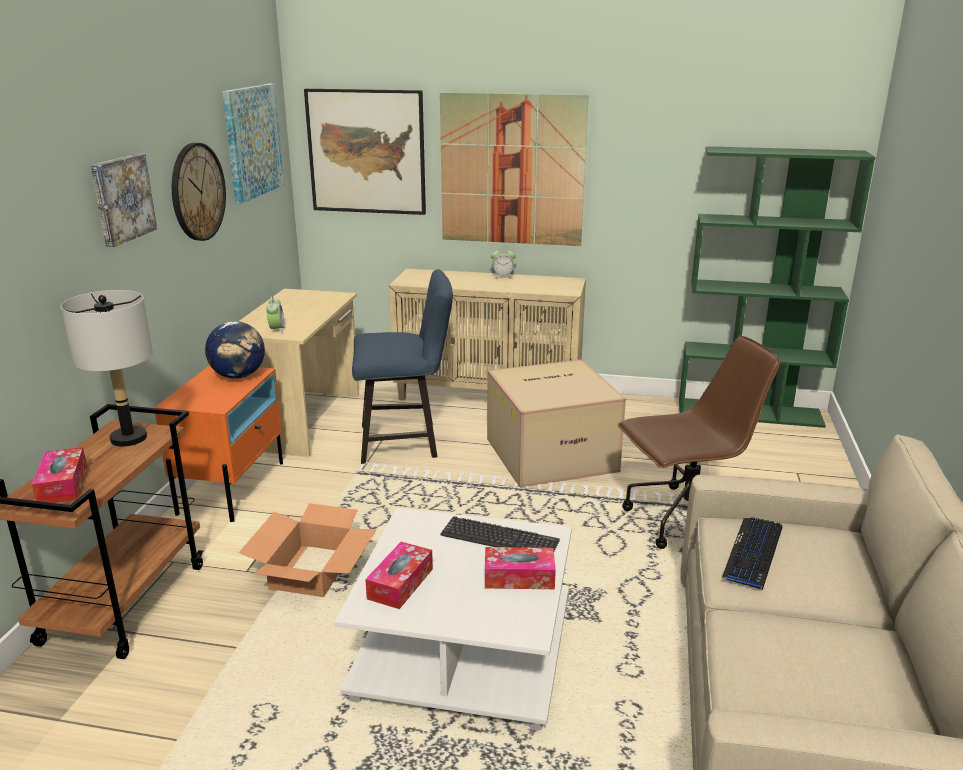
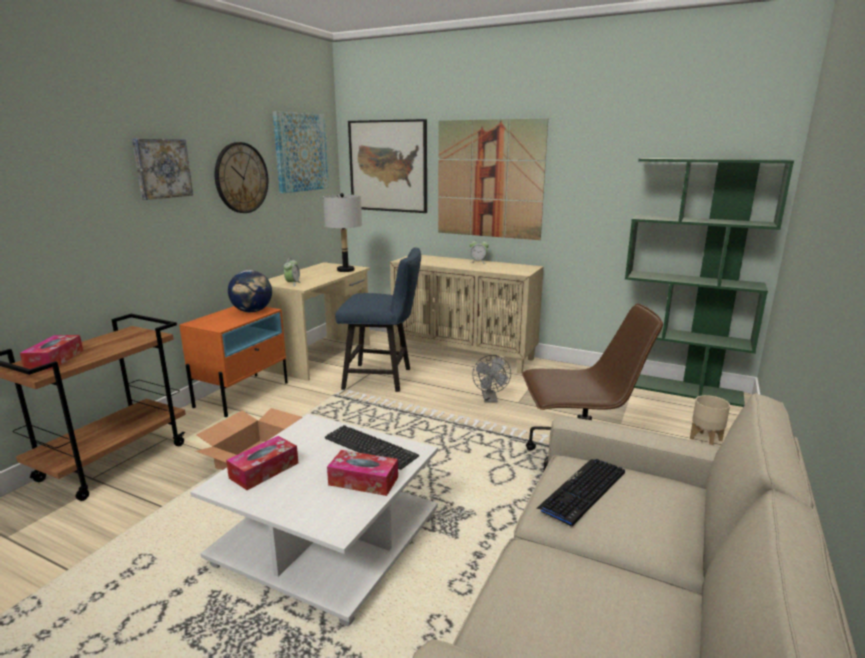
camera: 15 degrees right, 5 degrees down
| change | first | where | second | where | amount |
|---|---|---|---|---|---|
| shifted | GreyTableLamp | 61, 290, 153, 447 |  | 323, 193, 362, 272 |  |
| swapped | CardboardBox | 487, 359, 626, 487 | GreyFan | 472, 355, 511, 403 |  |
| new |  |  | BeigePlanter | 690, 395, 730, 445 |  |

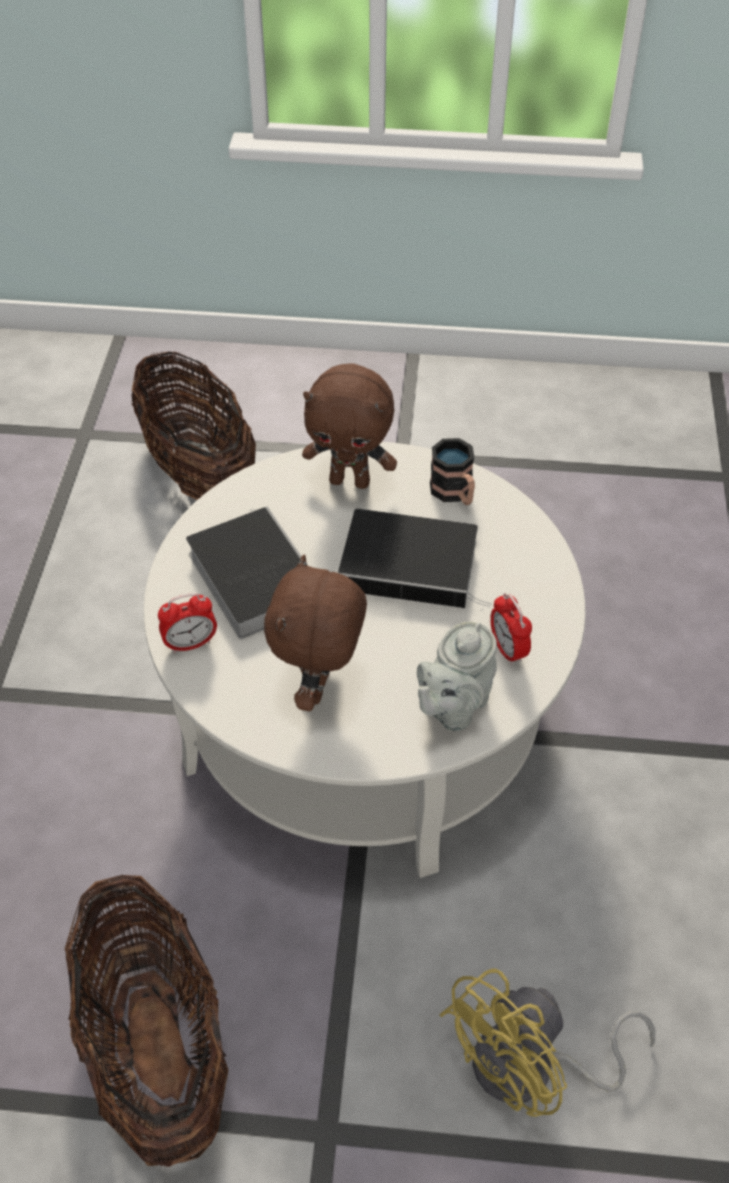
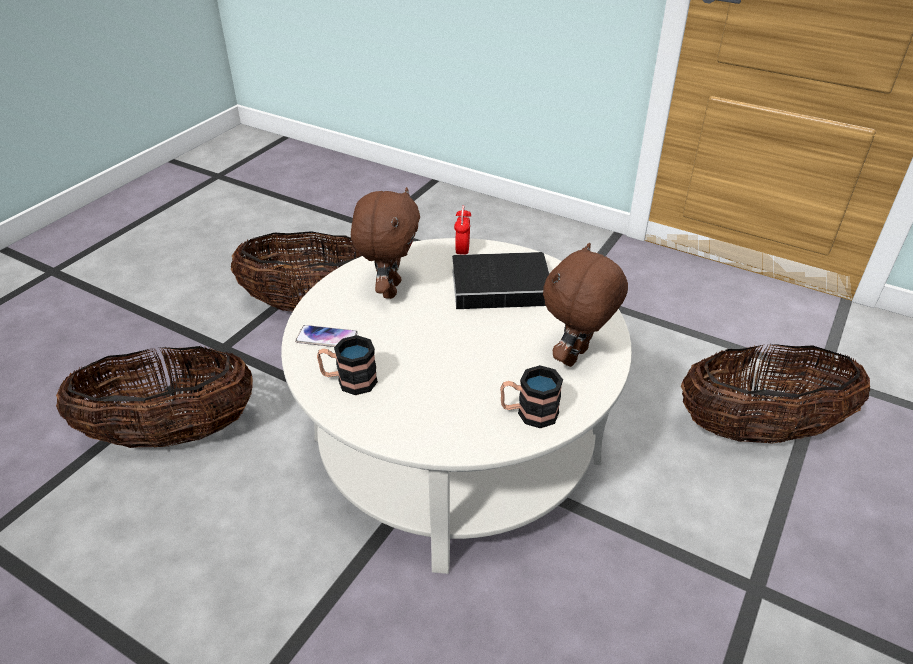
camera: 115 degrees right, 10 degrees down
| change | first | where | second | where | amount |
|---|---|---|---|---|---|
| swapped | YellowFan | 439, 968, 655, 1117 | Basket | 56, 346, 253, 448 |  |
| swapped | GreyTeapot | 417, 622, 497, 731 | Phone | 295, 325, 357, 347 |  |
| swapped | AlarmClock | 490, 593, 532, 665 | Mug | 317, 335, 378, 395 |  |
| rotated | BrownPlushToy | 264, 555, 367, 711 |  | 351, 187, 420, 299 | 60 degrees clockwise |
| gone | Book | 338, 509, 492, 608 |  |  |  |

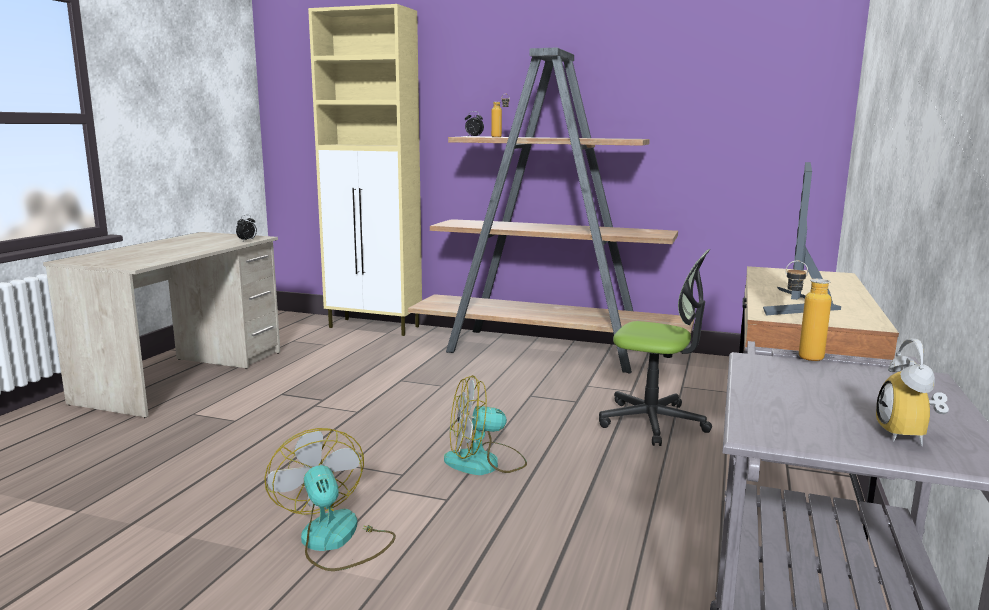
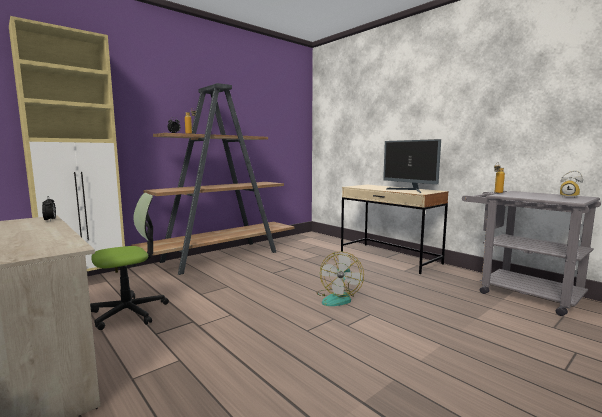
camera: 60 degrees left, 5 degrees down
| change | first | where | second | where | amount |
|---|---|---|---|---|---|
| shifted | OfficeChair | 599, 249, 712, 446 |  | 90, 193, 169, 330 |  |
| gone | Fan | 264, 428, 396, 571 |  |  |  |

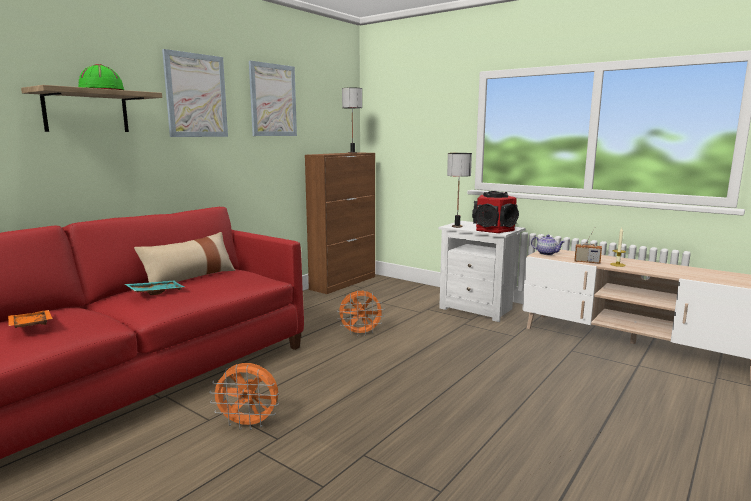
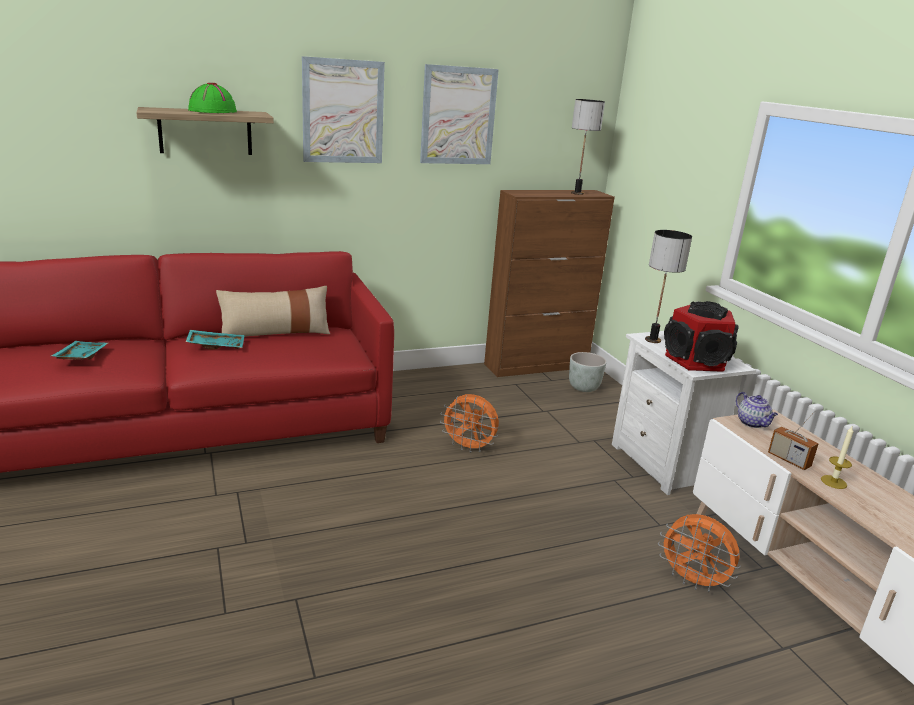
camera: 30 degrees right, 10 degrees up
| change | first | where | second | where | amount |
|---|---|---|---|---|---|
| repainted | OrangeTray | 8, 310, 53, 328 | TurquoiseTray | 51, 341, 108, 360 |  |
| new |  |  | GreyPlanter | 569, 352, 607, 392 |  |
| shifted | OrangeFan | 209, 363, 279, 430 |  | 658, 514, 741, 592 |  |

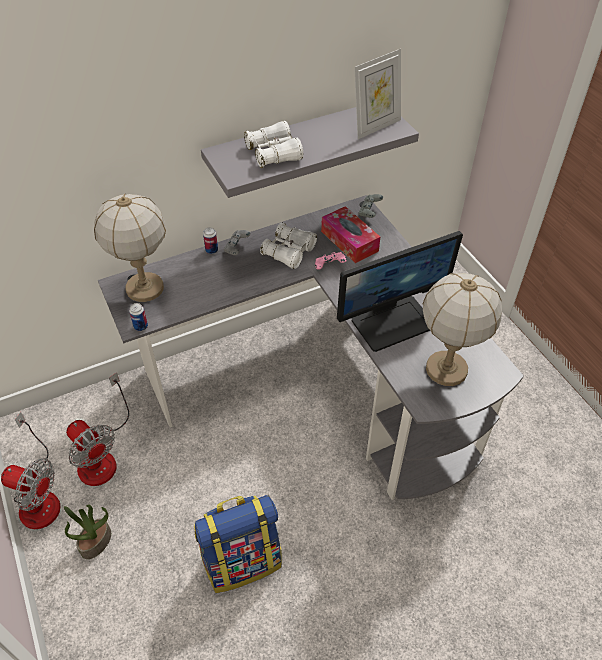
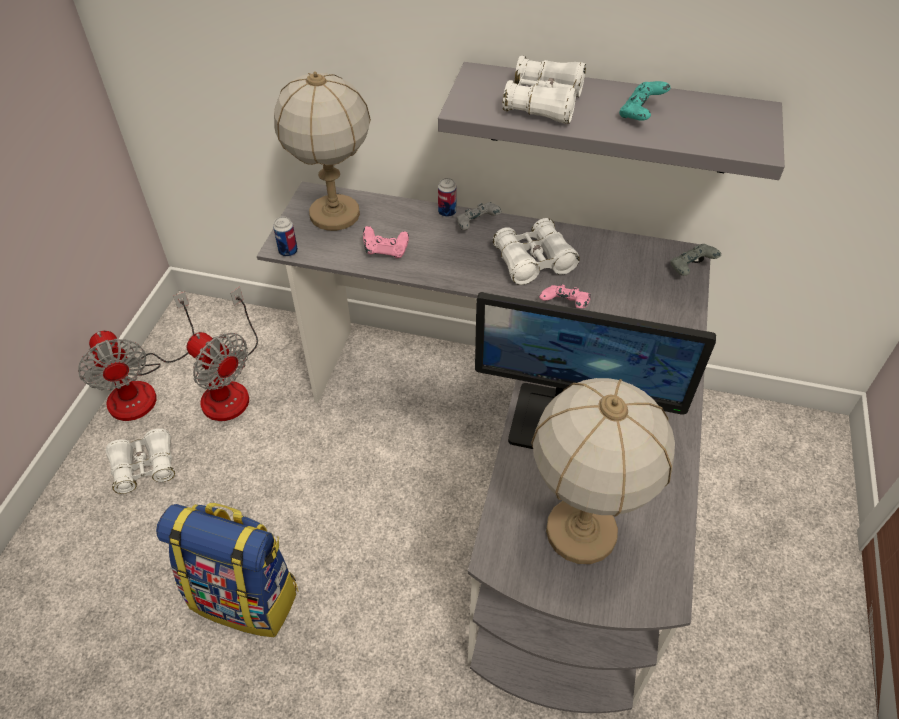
camera: 40 degrees right, 0 degrees up
| change | first | where | second | where | amount |
|---|---|---|---|---|---|
| swapped | PottedPlant | 64, 504, 111, 559 | WhiteBinoculars | 106, 429, 175, 494 |  |
| rotated | Fan | 66, 373, 129, 486 |  | 187, 287, 258, 421 | 45 degrees counterclockwise |
| new |  |  | PinkGameController | 363, 226, 409, 258 |  |
| new |  |  | TurquoiseGameController | 619, 81, 671, 121 |  |
| gone | TissueBox | 321, 206, 380, 263 |  |  |  |
| gone | PictureFrame | 354, 49, 401, 139 |  |  |  |

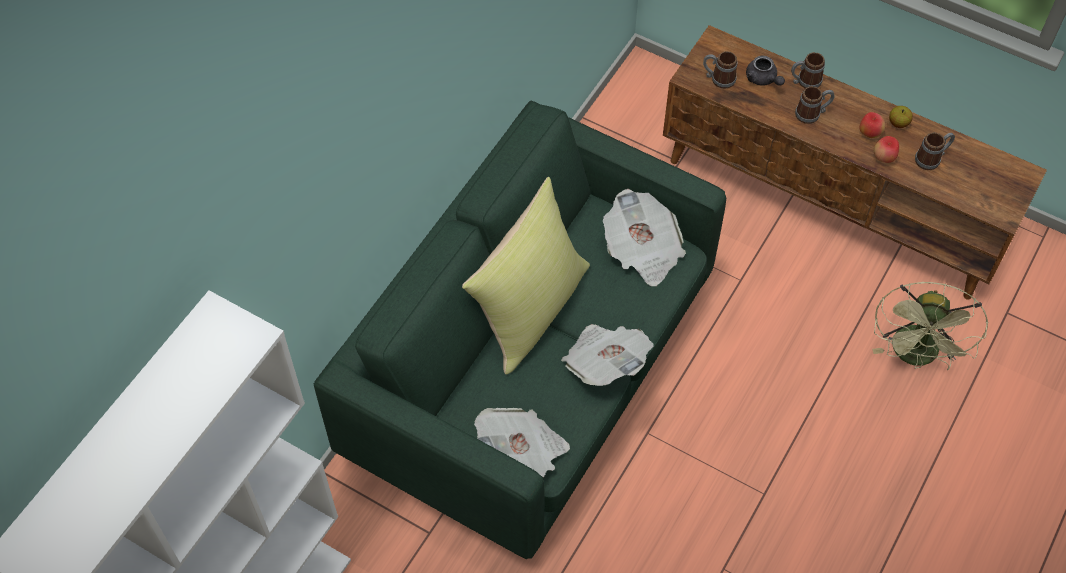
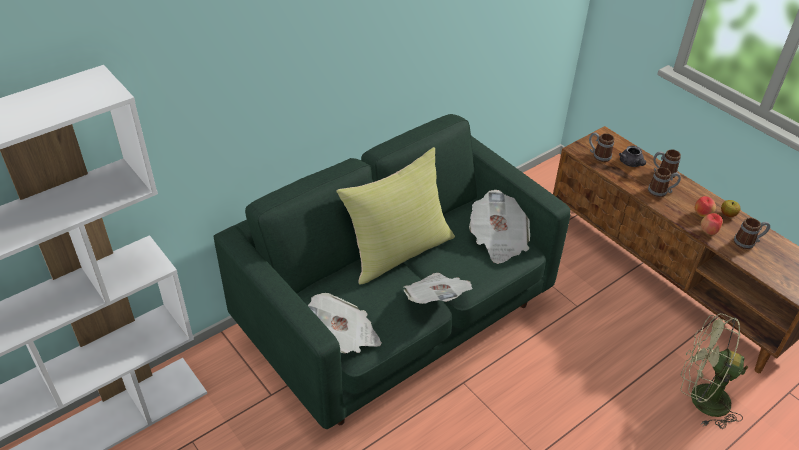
camera: 20 degrees right, 15 degrees down
| change | first | where | second | where | amount |
|---|---|---|---|---|---|
| rotated | GreenFan | 872, 282, 988, 370 |  | 680, 313, 748, 429 | 75 degrees clockwise |

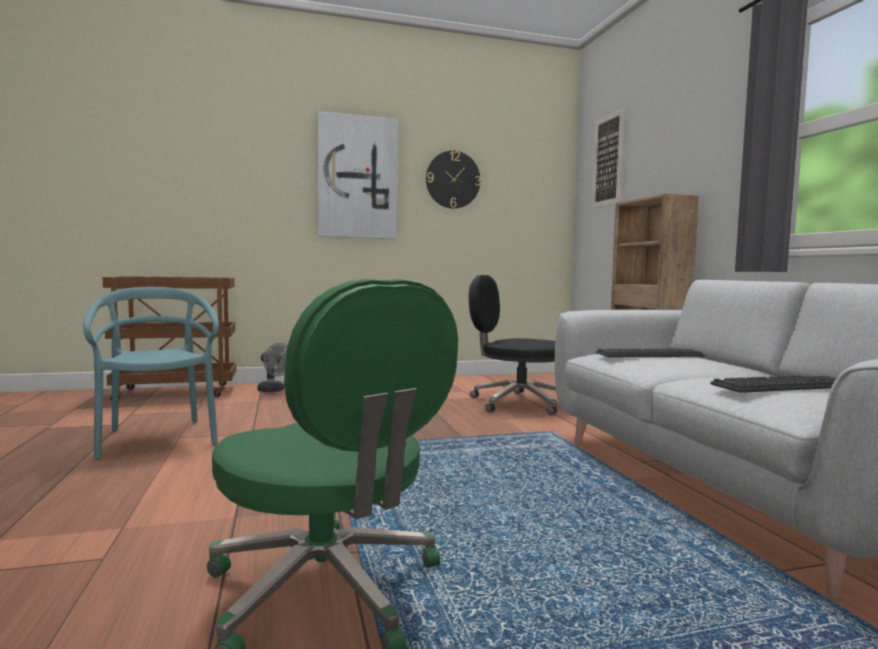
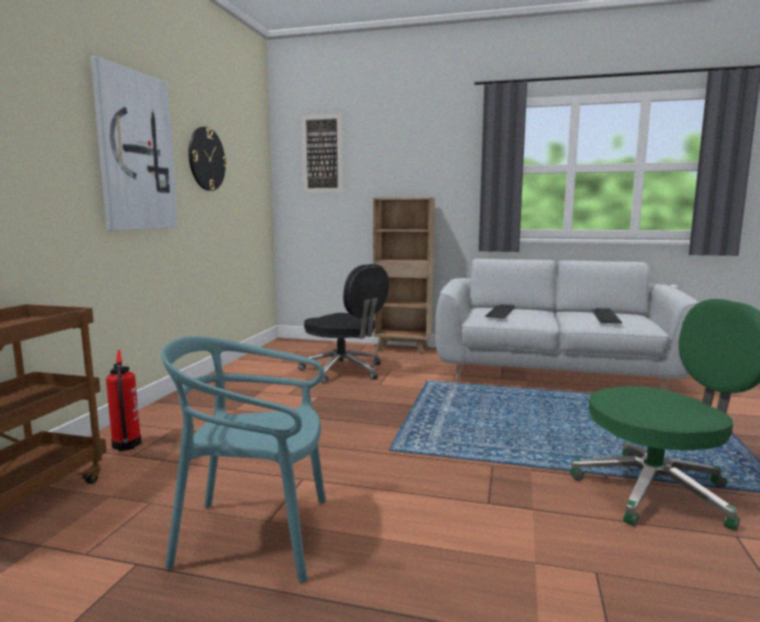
camera: 60 degrees left, 5 degrees up
| change | first | where | second | where | amount |
|---|---|---|---|---|---|
| swapped | GreyFan | 257, 343, 287, 392 | FireExtinguisher | 106, 350, 142, 451 |  |
| rotated | BlackOfficeChair | 469, 275, 557, 415 |  | 298, 264, 389, 384 | 105 degrees counterclockwise |

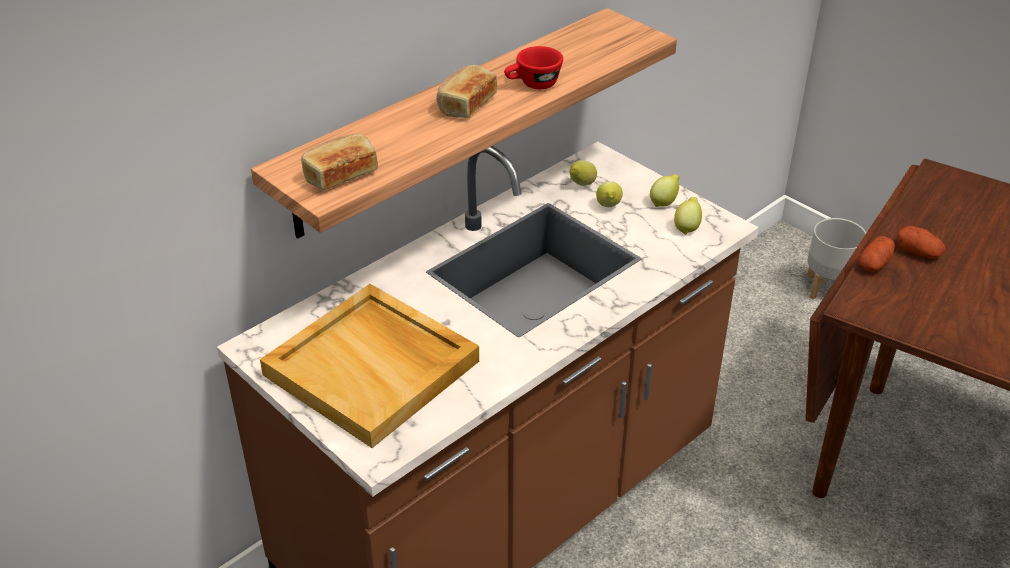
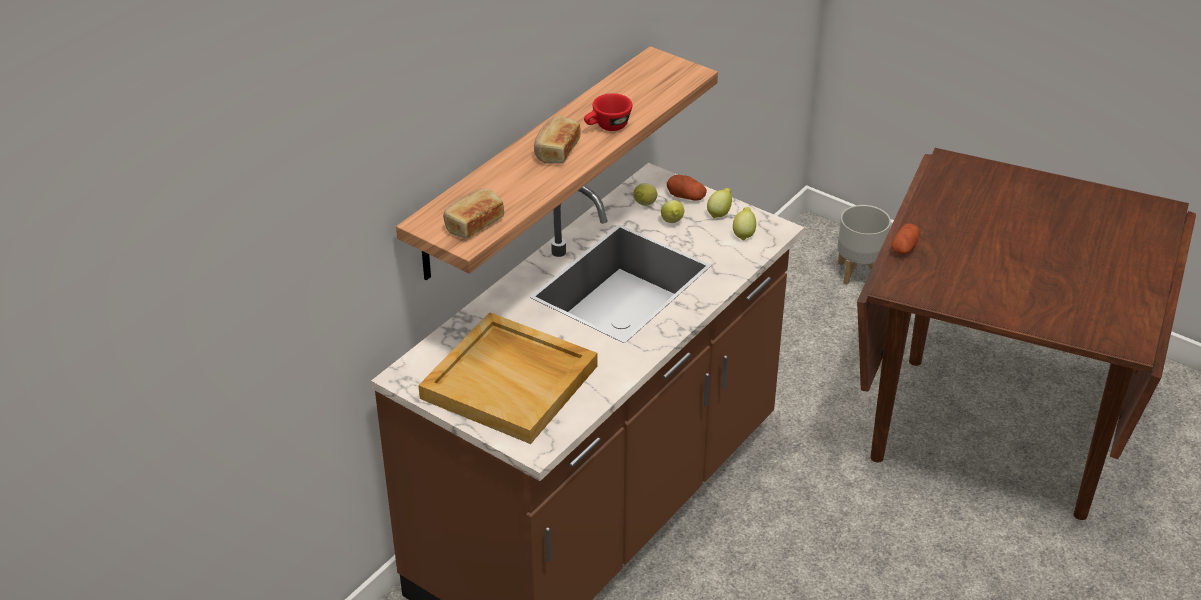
camera: 10 degrees left, 0 degrees up
| change | first | where | second | where | amount |
|---|---|---|---|---|---|
| shifted | Potato | 896, 226, 945, 258 |  | 667, 175, 707, 201 |  |

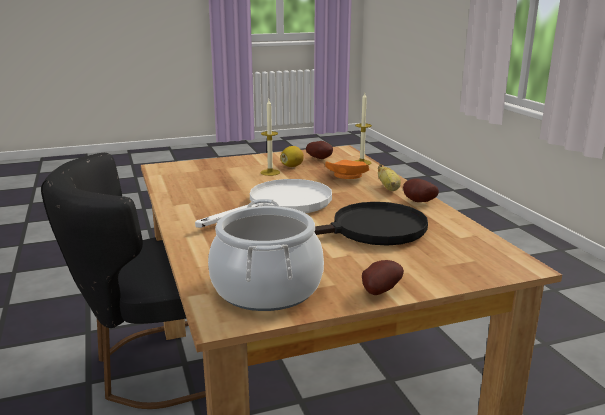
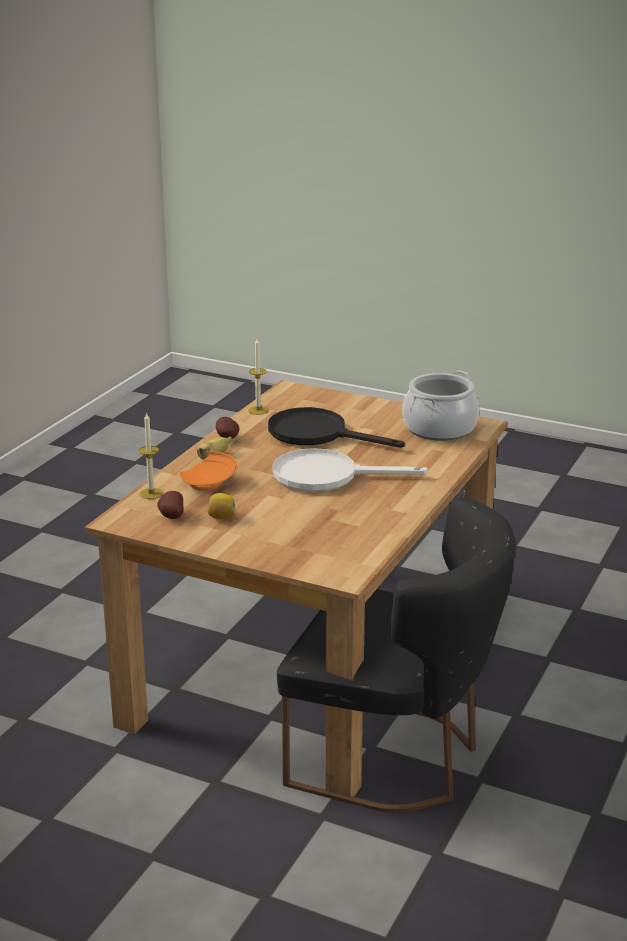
camera: 135 degrees left, 5 degrees up
| change | first | where | second | where | amount |
|---|---|---|---|---|---|
| shifted | Candle | 261, 100, 280, 176 |  | 248, 339, 269, 415 |  |
| gone | Potato | 362, 260, 404, 295 |  |  |  |

